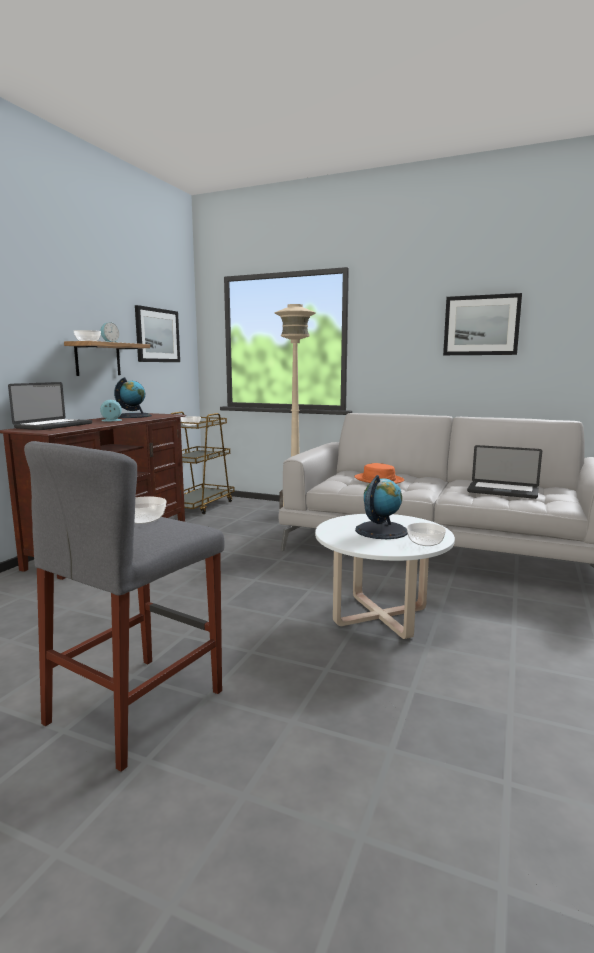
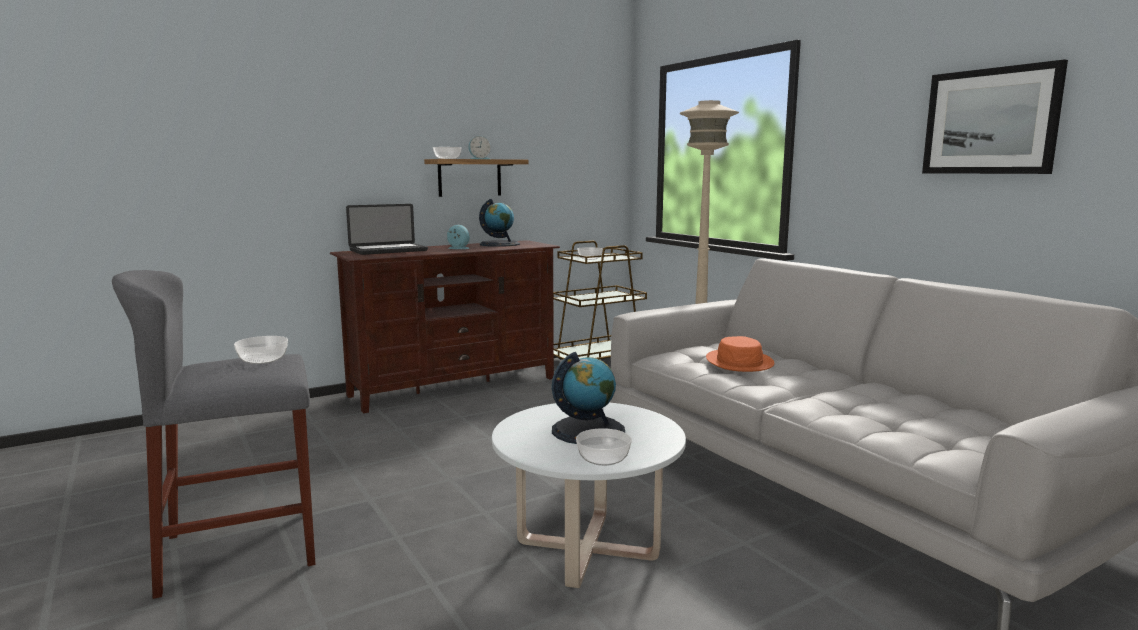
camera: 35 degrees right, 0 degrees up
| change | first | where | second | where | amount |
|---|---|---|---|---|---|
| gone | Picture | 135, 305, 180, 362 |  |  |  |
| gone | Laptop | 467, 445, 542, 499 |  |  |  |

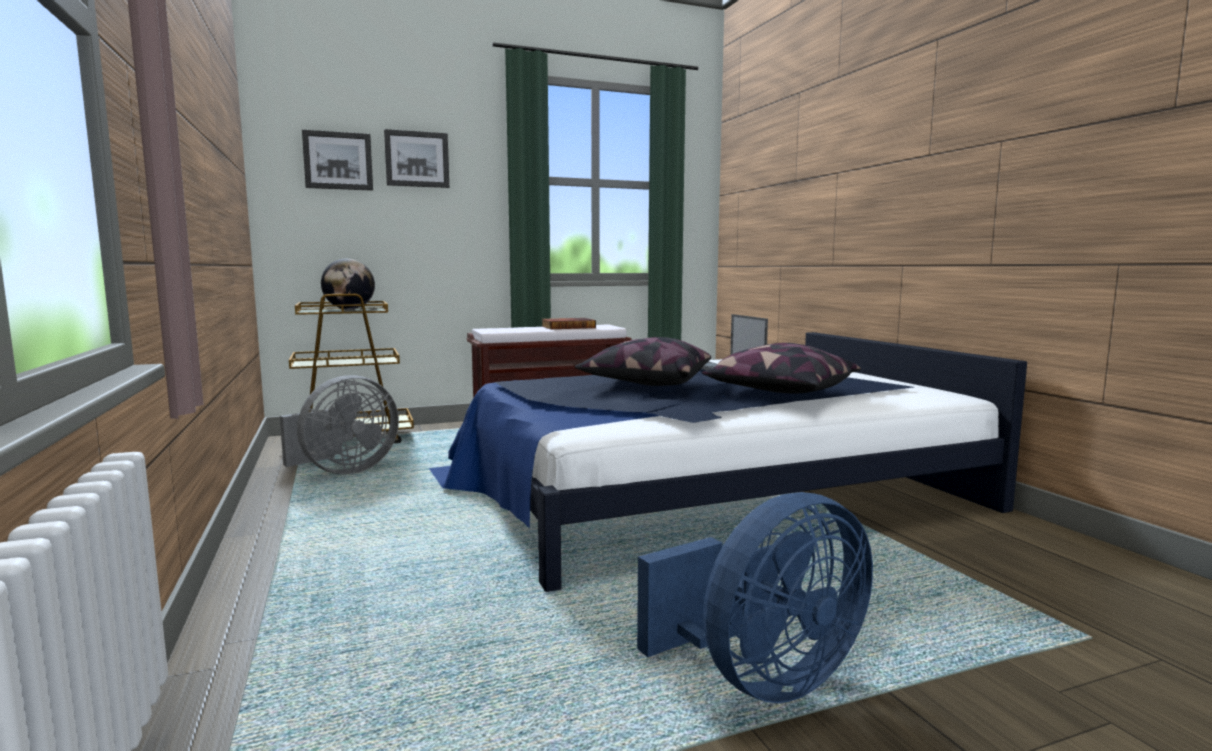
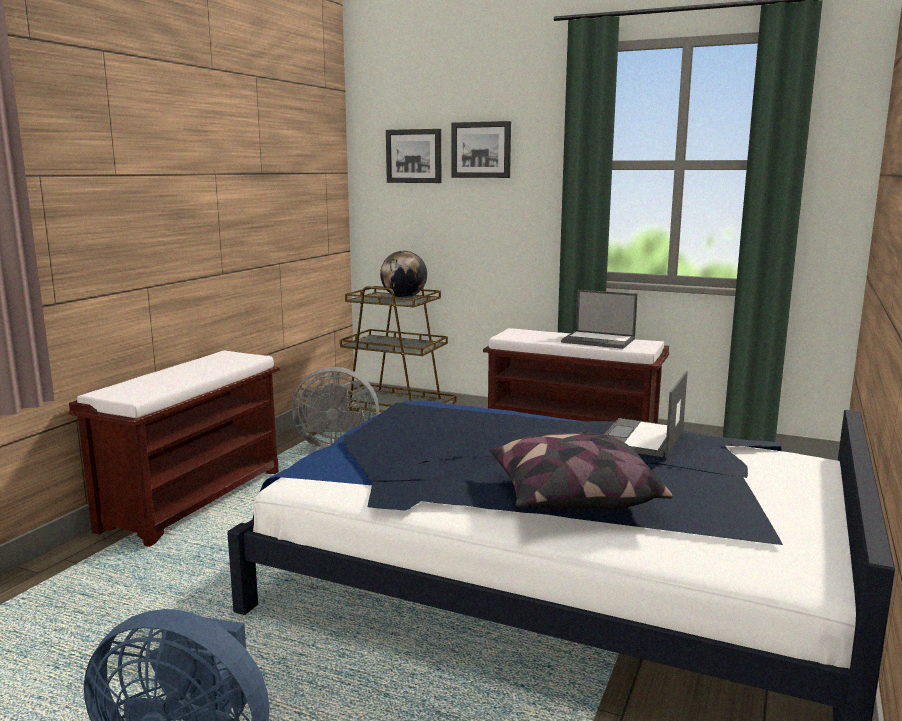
camera: 45 degrees right, 5 degrees up
| change | first | where | second | where | amount |
|---|---|---|---|---|---|
| new |  |  | BrownBench | 69, 351, 280, 547 |  |
| swapped | Book | 542, 318, 596, 329 | Laptop | 561, 290, 638, 349 |  |
| gone | Pillow | 575, 337, 711, 386 |  |  |  |

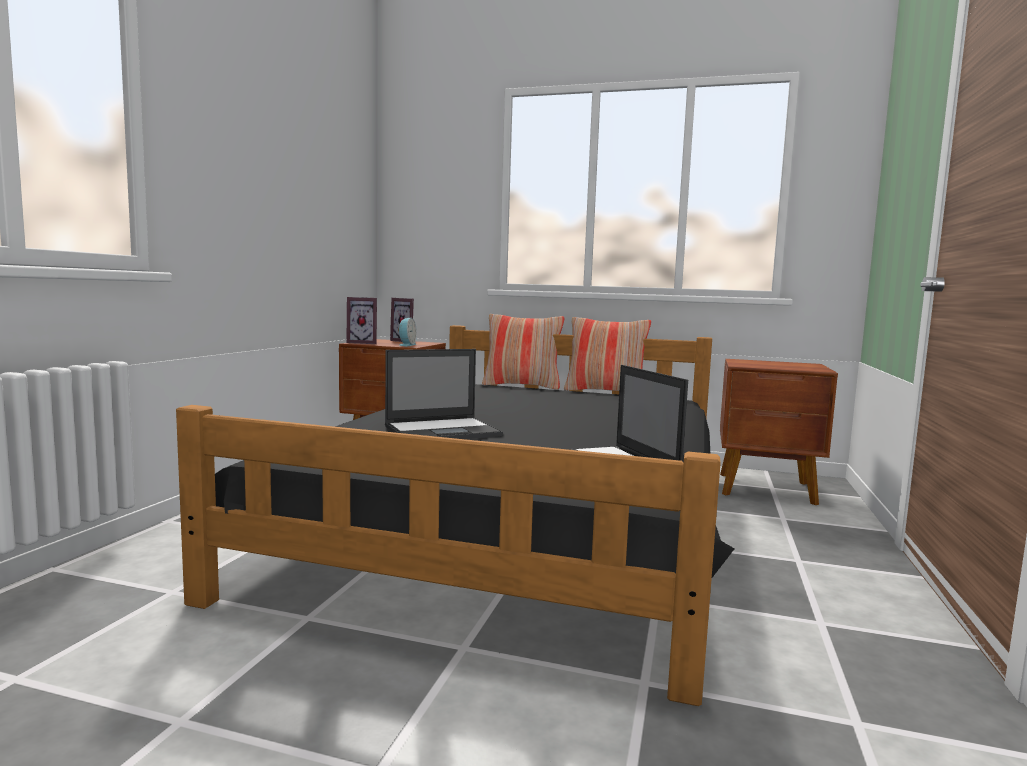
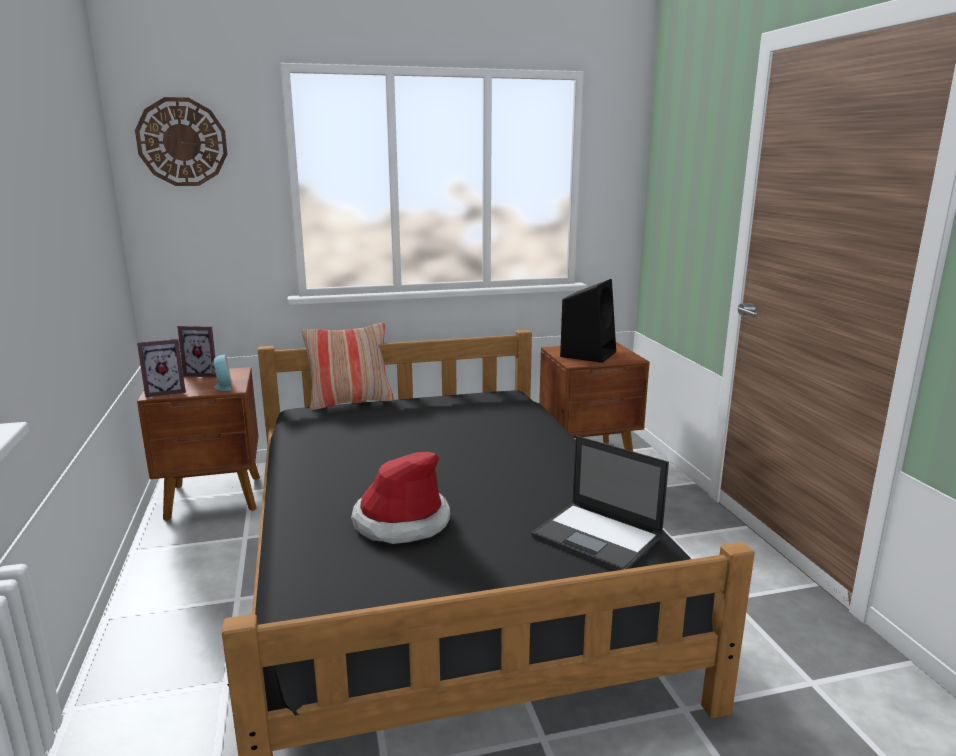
camera: 30 degrees left, 10 degrees up
| change | first | where | second | where | amount |
|---|---|---|---|---|---|
| new |  |  | WallClock | 135, 97, 228, 186 |  |
| swapped | Laptop | 385, 349, 503, 439 | Hat | 351, 452, 450, 544 |  |
| new |  |  | BlackSpeaker | 560, 279, 616, 363 |  |
| gone | Pillow | 564, 317, 651, 391 |  |  |  |

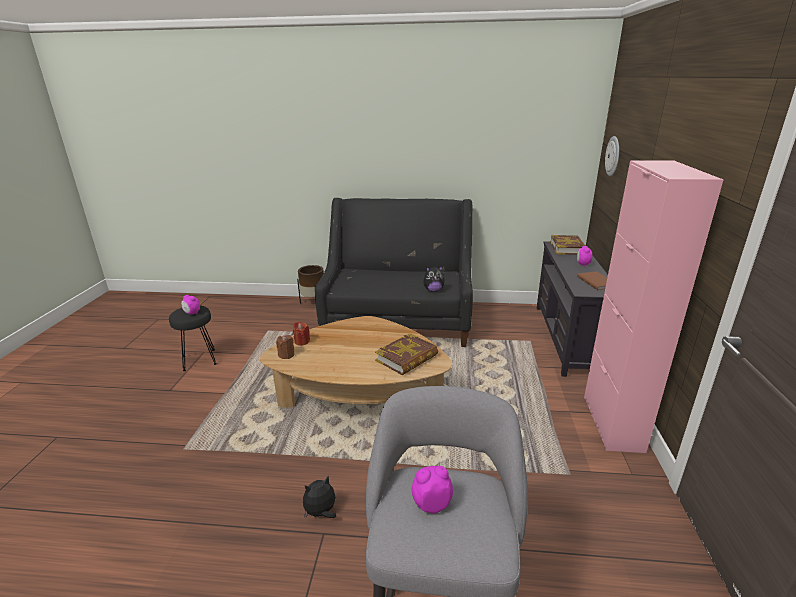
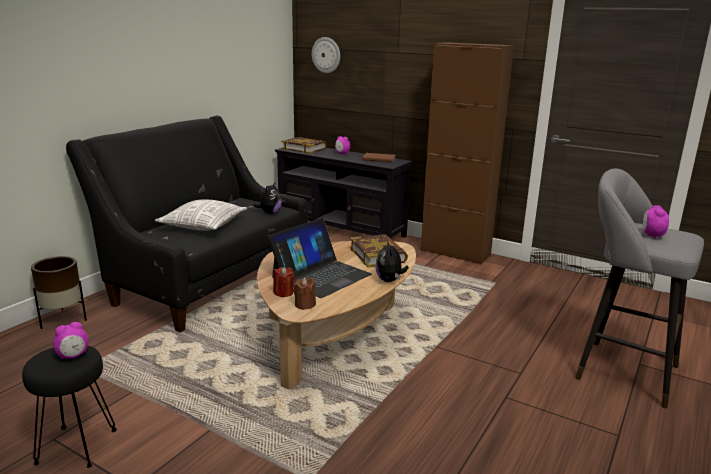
camera: 65 degrees left, 5 degrees down
| change | first | where | second | where | amount |
|---|---|---|---|---|---|
| new |  |  | Pillow | 155, 200, 247, 231 |  |
| new |  |  | Laptop | 268, 218, 372, 298 |  |
| shifted | PlushToy | 303, 476, 336, 519 |  | 375, 240, 409, 282 |  |
| repainted | PinkCabinet | 584, 160, 724, 453 | BrownCabinet | 421, 42, 514, 265 |  |

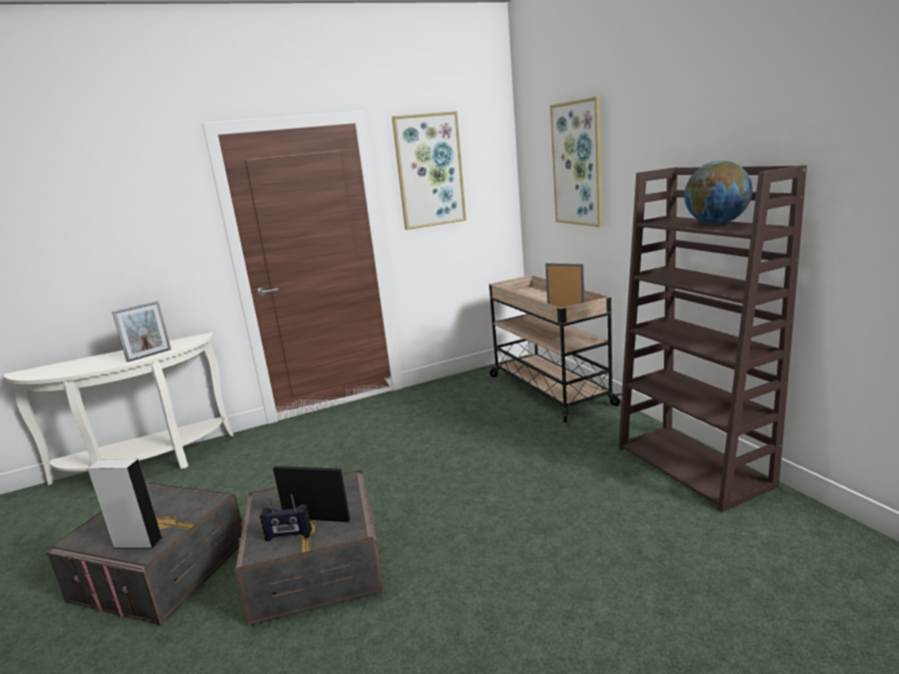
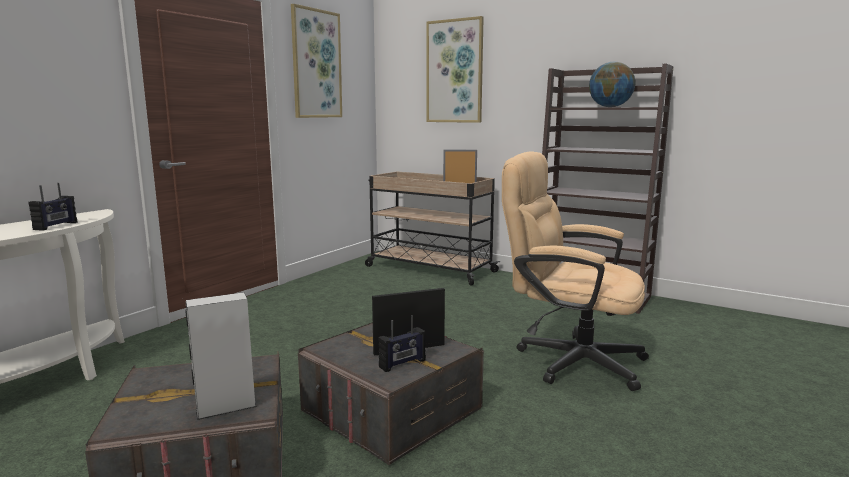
camera: 35 degrees left, 5 degrees down
| change | first | where | second | where | amount |
|---|---|---|---|---|---|
| swapped | PictureFrame | 112, 301, 171, 362 | Radio | 28, 183, 77, 231 |  |
| new |  |  | BeigeOfficeChair | 502, 152, 649, 391 |  |

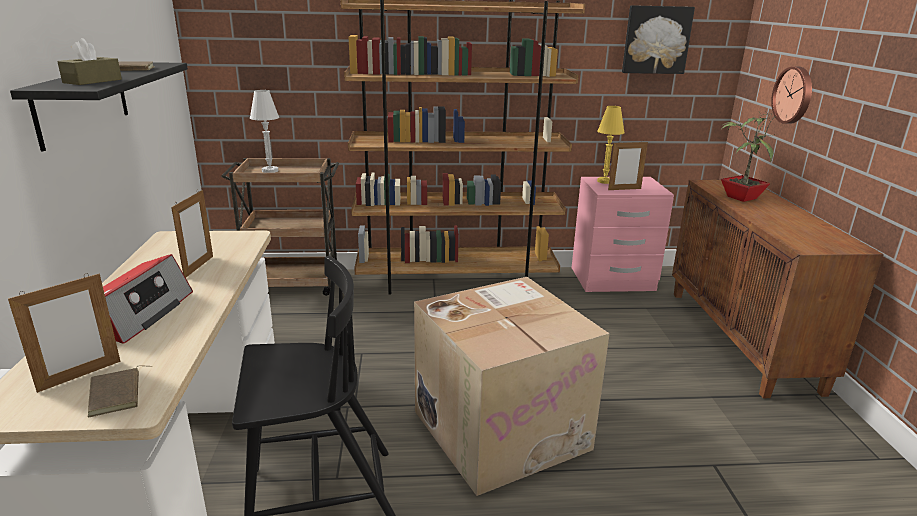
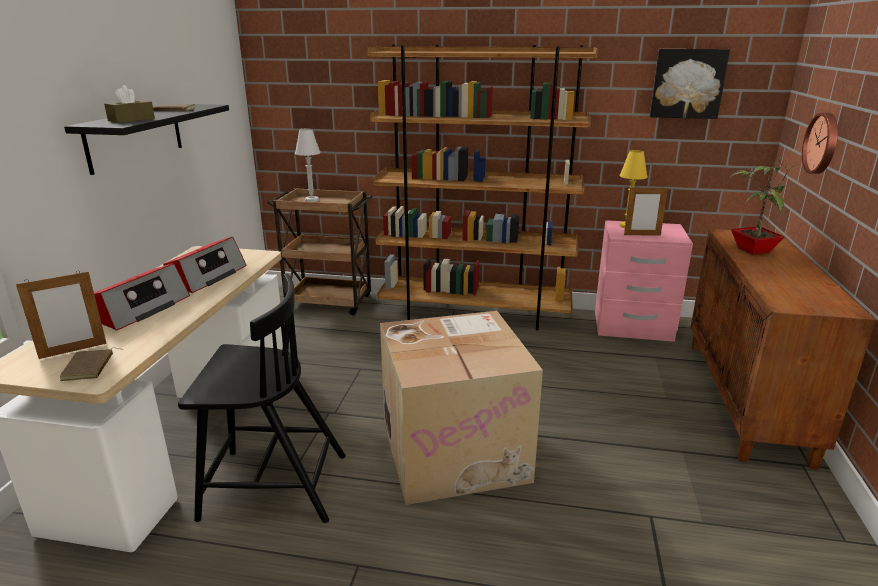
camera: 15 degrees right, 0 degrees up
| change | first | where | second | where | amount |
|---|---|---|---|---|---|
| swapped | PictureFrame | 171, 190, 213, 278 | Radio | 163, 237, 247, 293 |  |

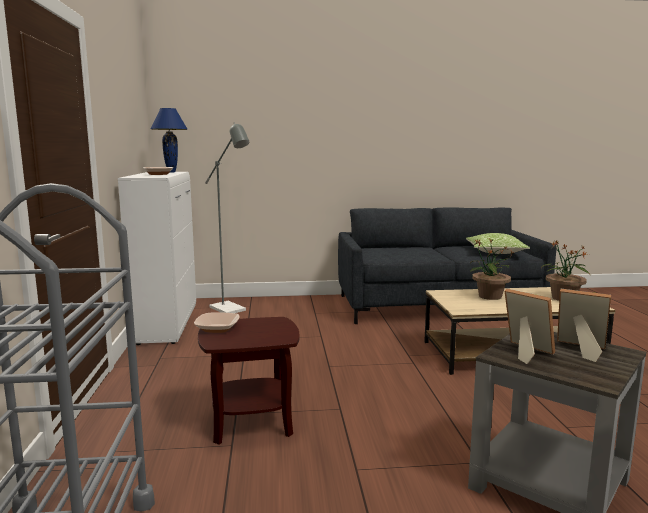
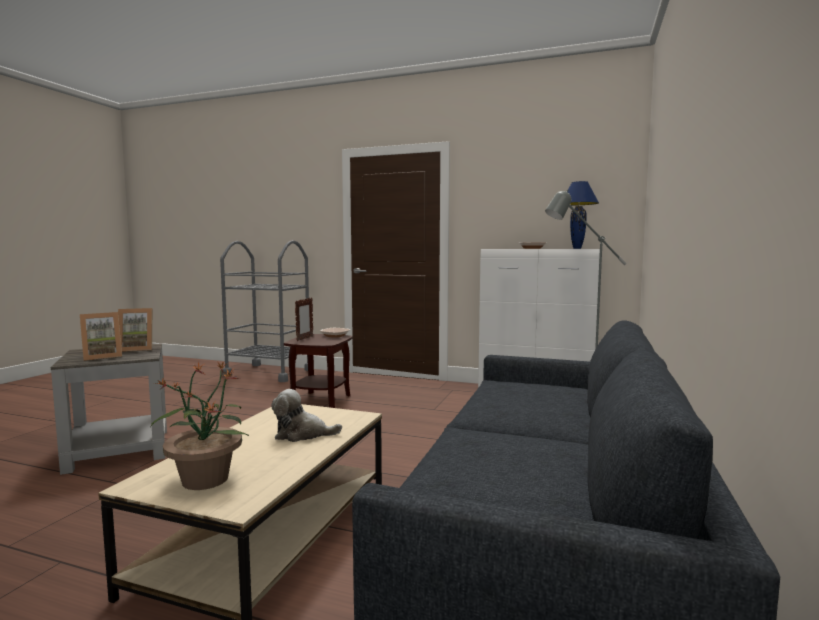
camera: 115 degrees right, 5 degrees down
| change | first | where | second | where | amount |
|---|---|---|---|---|---|
| swapped | PottedPlant | 470, 239, 514, 300 | PlushToy | 271, 389, 342, 442 |  |
| new |  |  | PictureFrame | 295, 297, 313, 341 |  |
| gone | Pillow | 466, 233, 530, 254 |  |  |  |

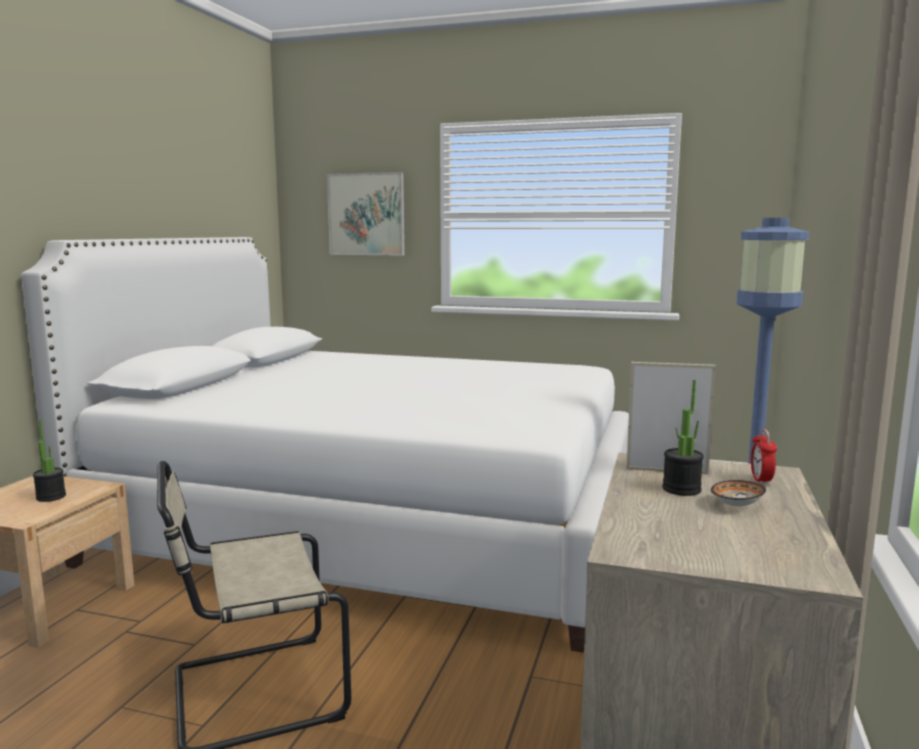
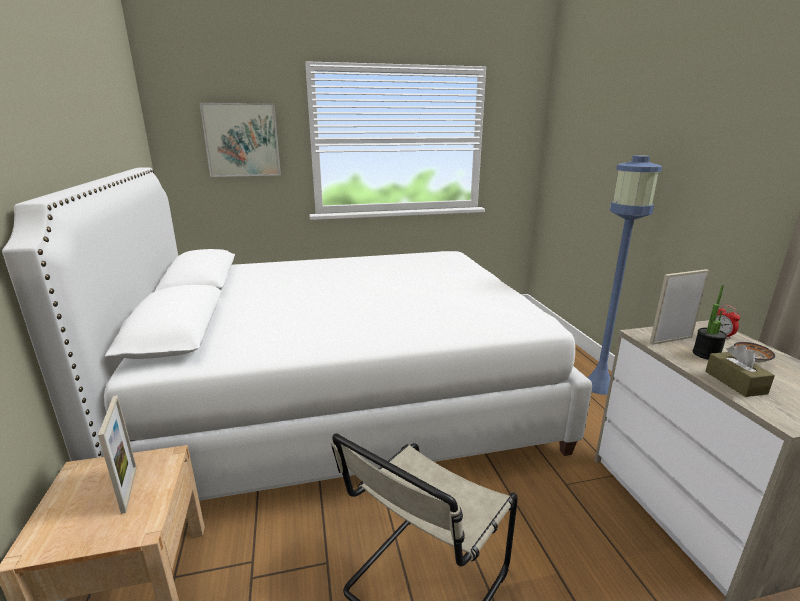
camera: 30 degrees left, 10 degrees up
| change | first | where | second | where | amount |
|---|---|---|---|---|---|
| swapped | PottedPlant | 33, 420, 66, 502 | PictureFrame | 98, 395, 137, 514 |  |
| new |  |  | BrownTissueBox | 705, 345, 775, 397 |  |

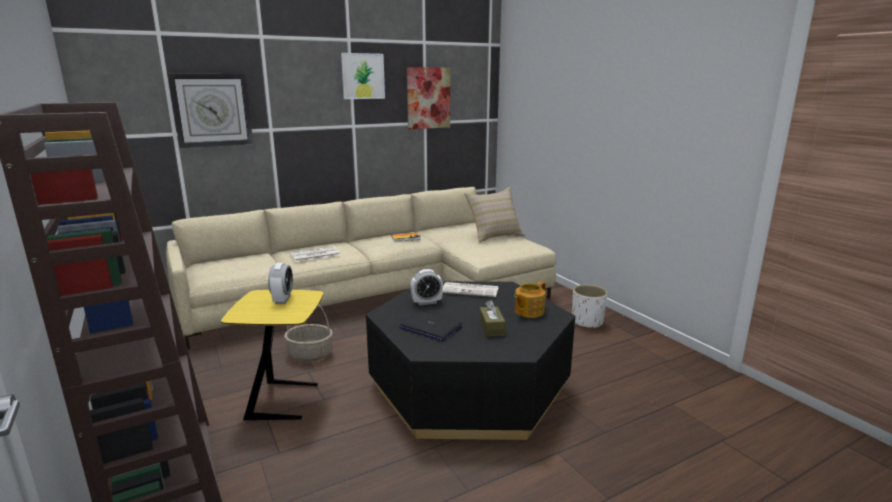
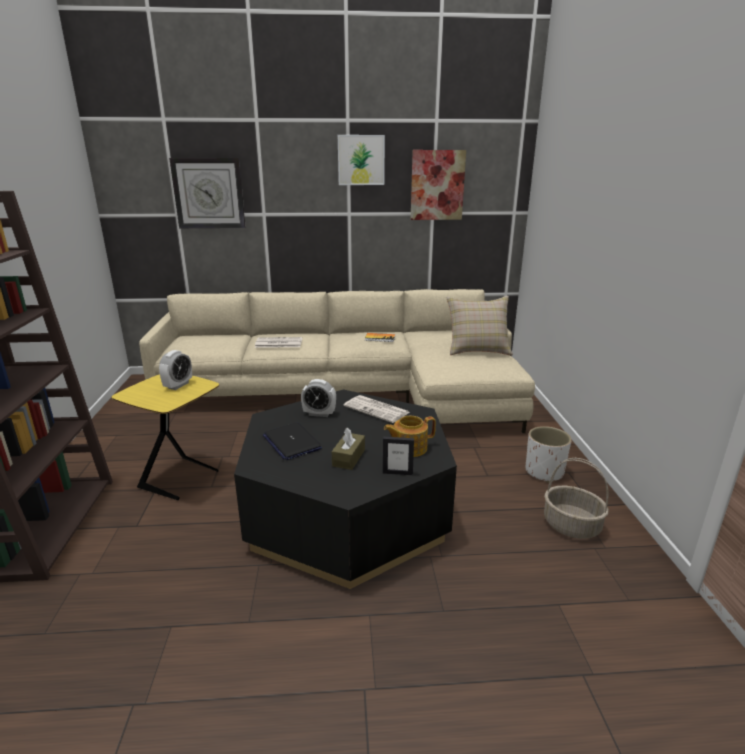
camera: 25 degrees right, 5 degrees up
| change | first | where | second | where | amount |
|---|---|---|---|---|---|
| new |  |  | PictureFrame | 383, 437, 414, 475 |  |
| shifted | Basket | 284, 304, 333, 362 |  | 544, 458, 609, 539 |  |

